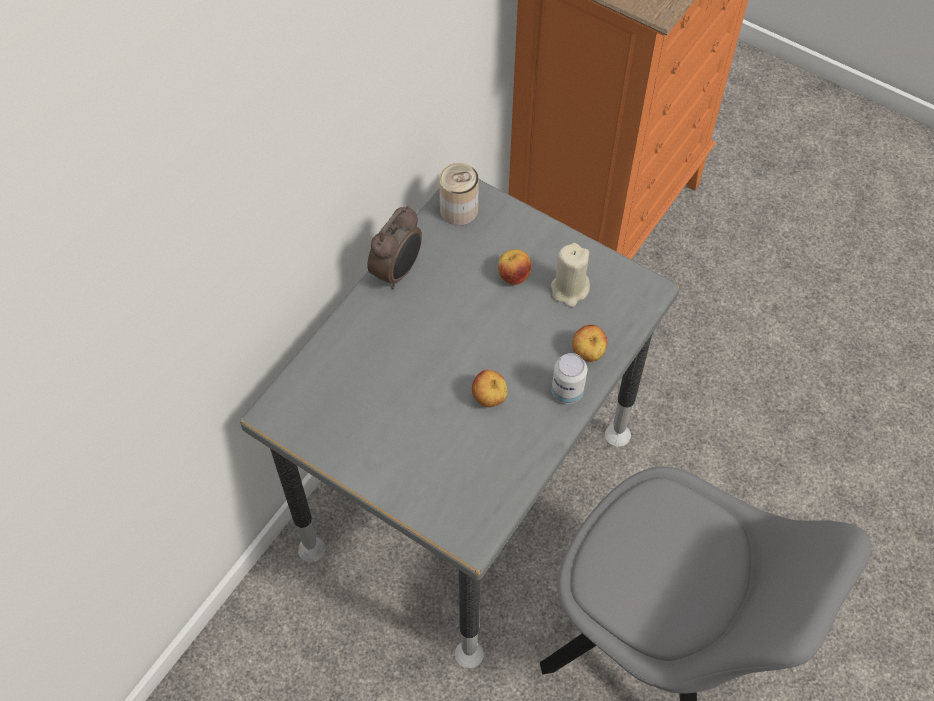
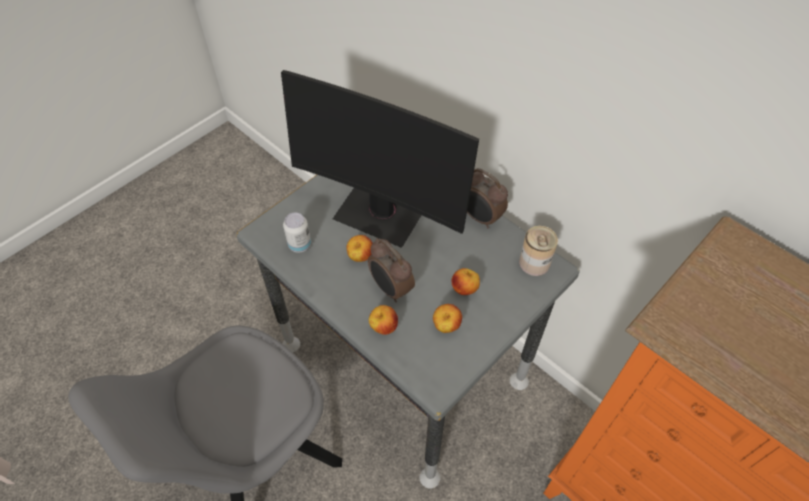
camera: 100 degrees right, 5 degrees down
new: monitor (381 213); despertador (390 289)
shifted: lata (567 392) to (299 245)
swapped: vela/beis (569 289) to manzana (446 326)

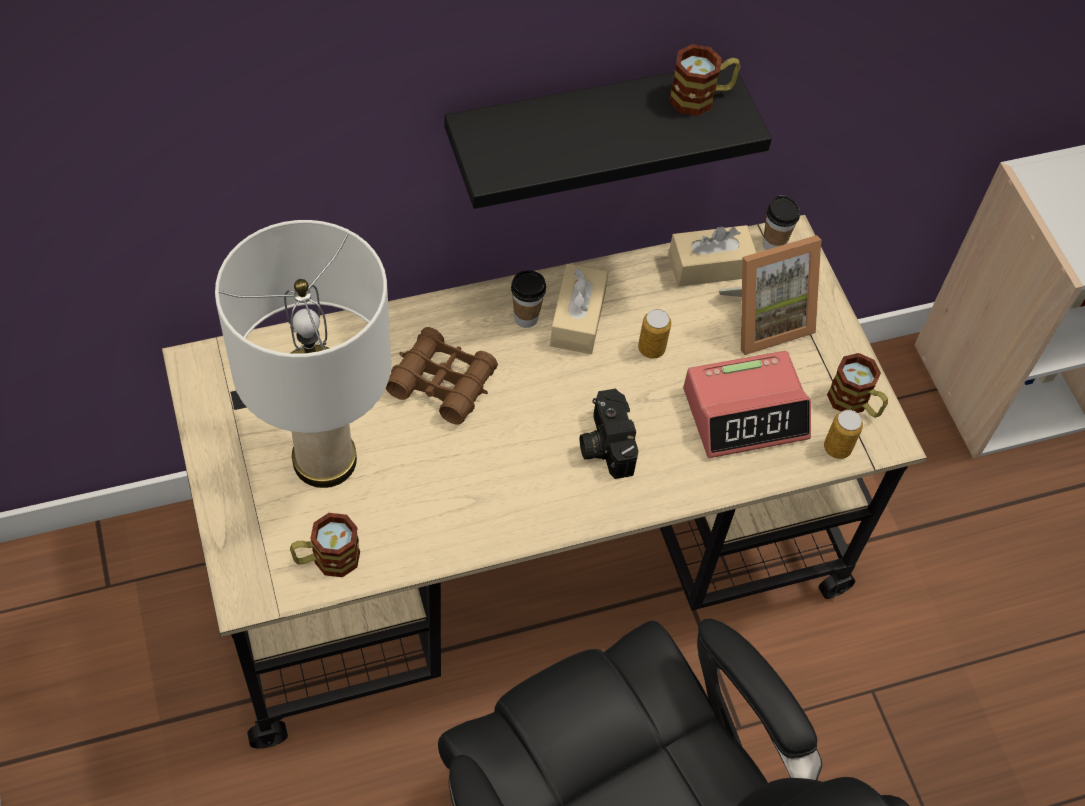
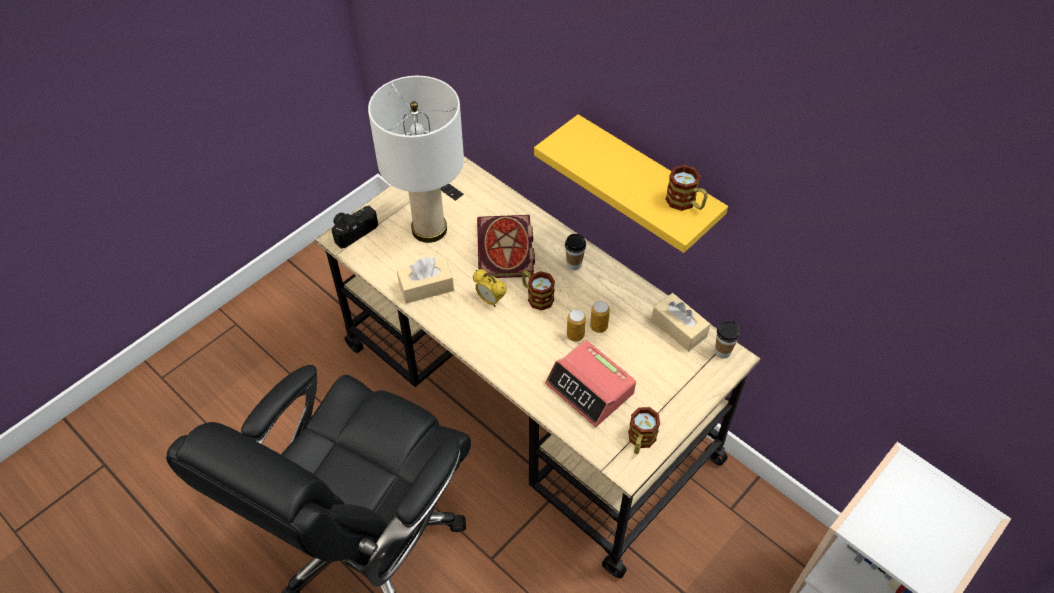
camera: 65 degrees right, 5 degrees down
gone: portarretratos (764 319)
new: despertador (490 300)
shifted: cámara (604 444) to (353 230); caja de pañuelos/beis (577 319) to (426 287); taza grande (326 559) to (536 296); lata (837 448) to (575 335)
swapped: prismáticos/marrón (442 382) to libro (507 250)
repainted: estante/negro (587 126) to estante/amarillo (646 183)

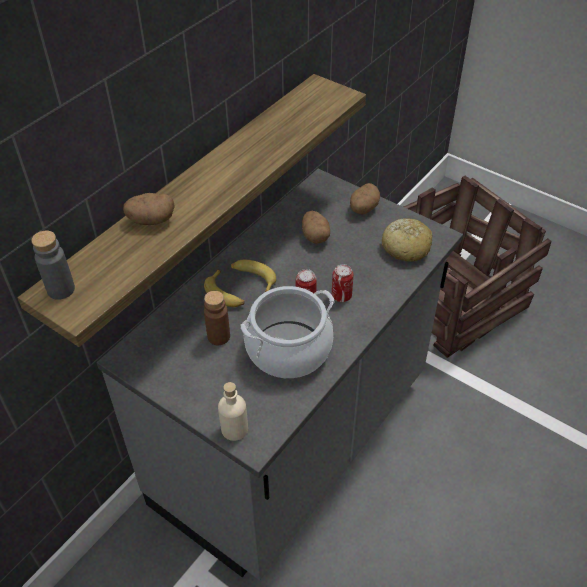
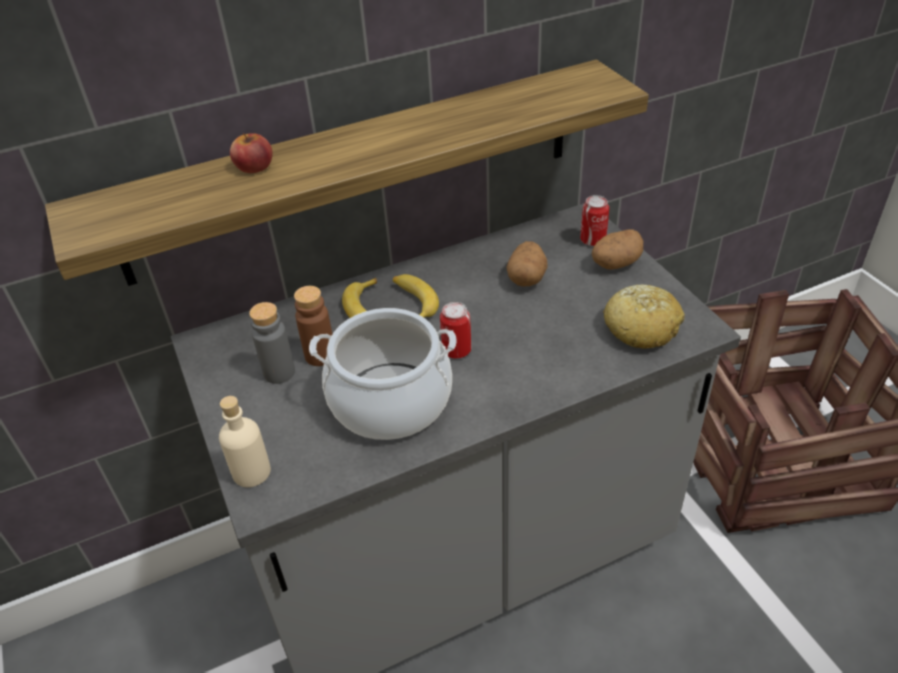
camera: 30 degrees right, 5 degrees down
shifted: botella/gris (61 289) to (279 372); lata (341 296) to (593 240)
swapped: patata (151 220) to manzana (254 166)

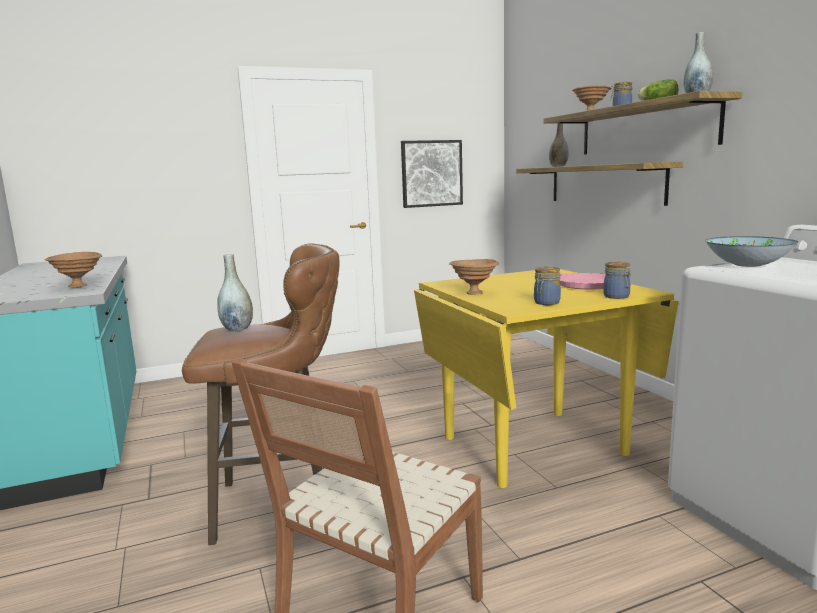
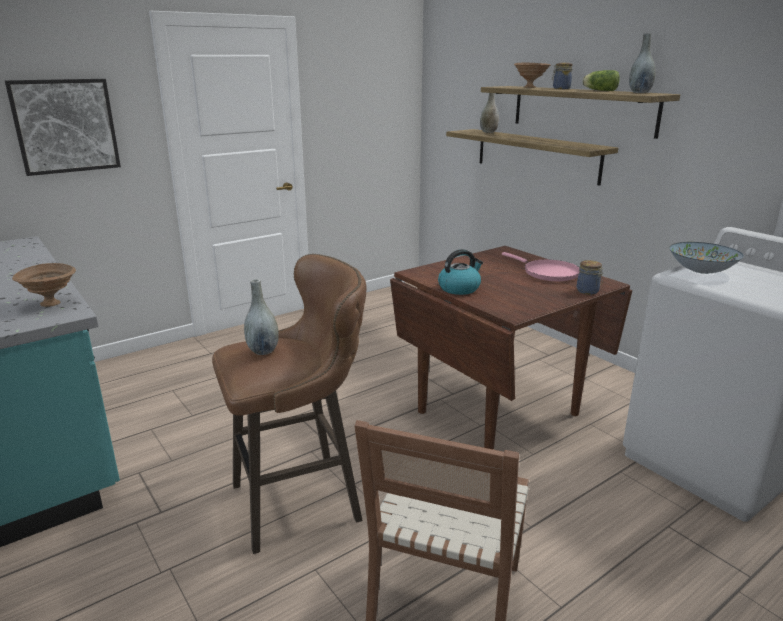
camera: 15 degrees left, 10 degrees up
gone: tarro (546 303)
shifted: cuadro (431 173) to (65 126)
swapped: cuenco/marrón (473 293) to hervidor (459 288)
repainted: mesa de comedor/amarillo (534 446) to mesa de comedor/marrón (499 413)

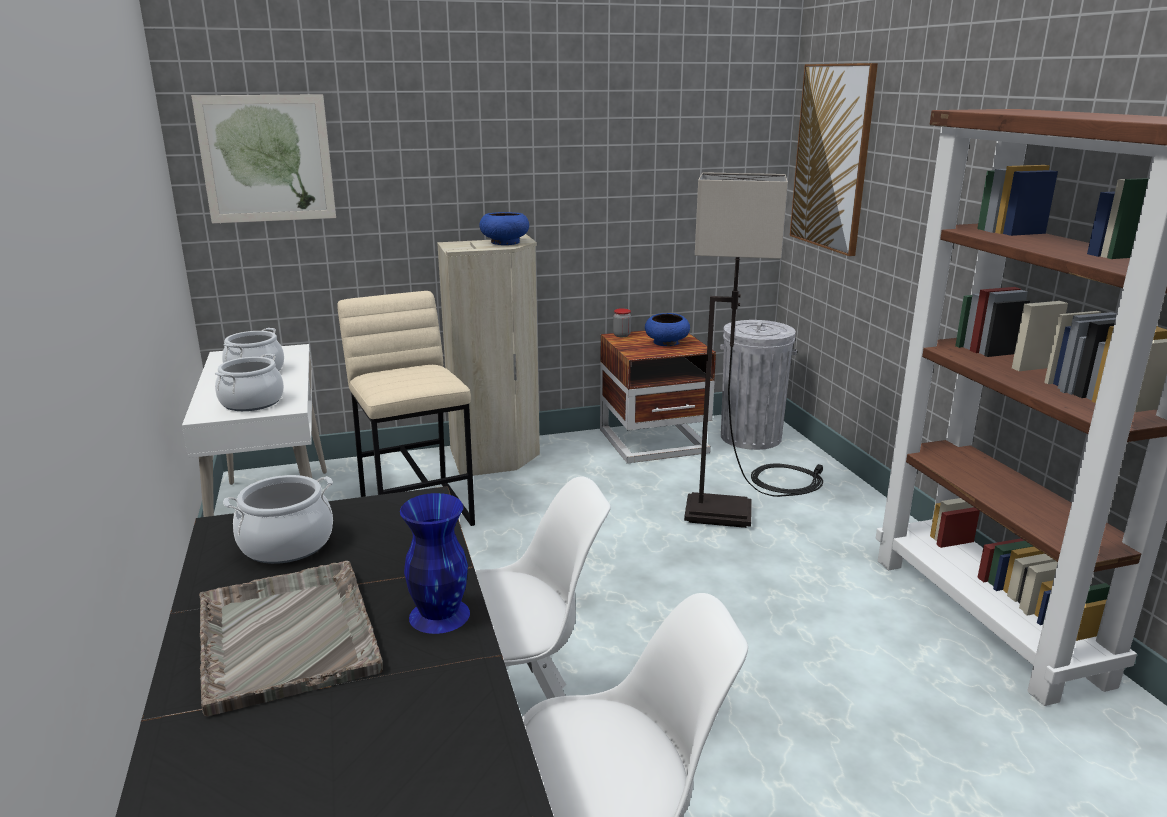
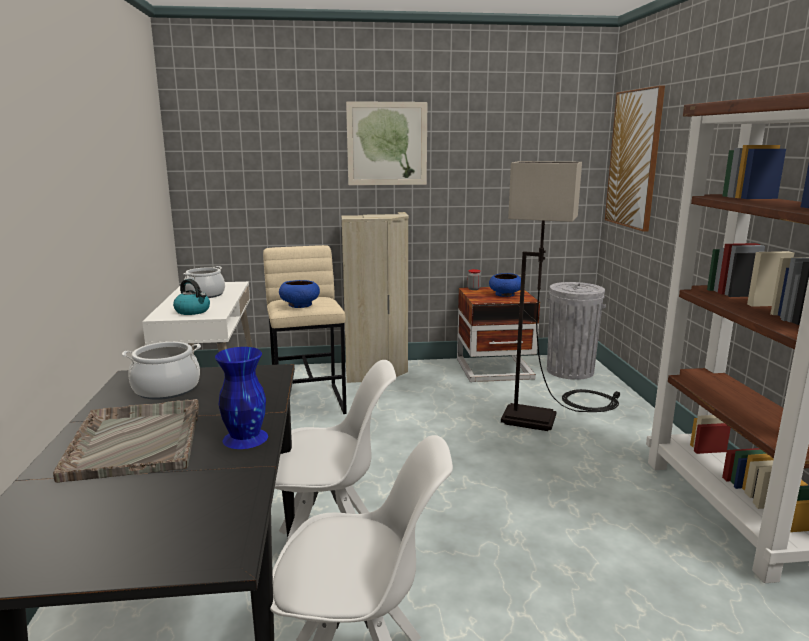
camera: 10 degrees right, 5 degrees down
shifted: cuenco/azul (504 242) to (299 305); cuadro (267 159) to (387 144)
swapped: olla (251 402) to hervidor (193 311)

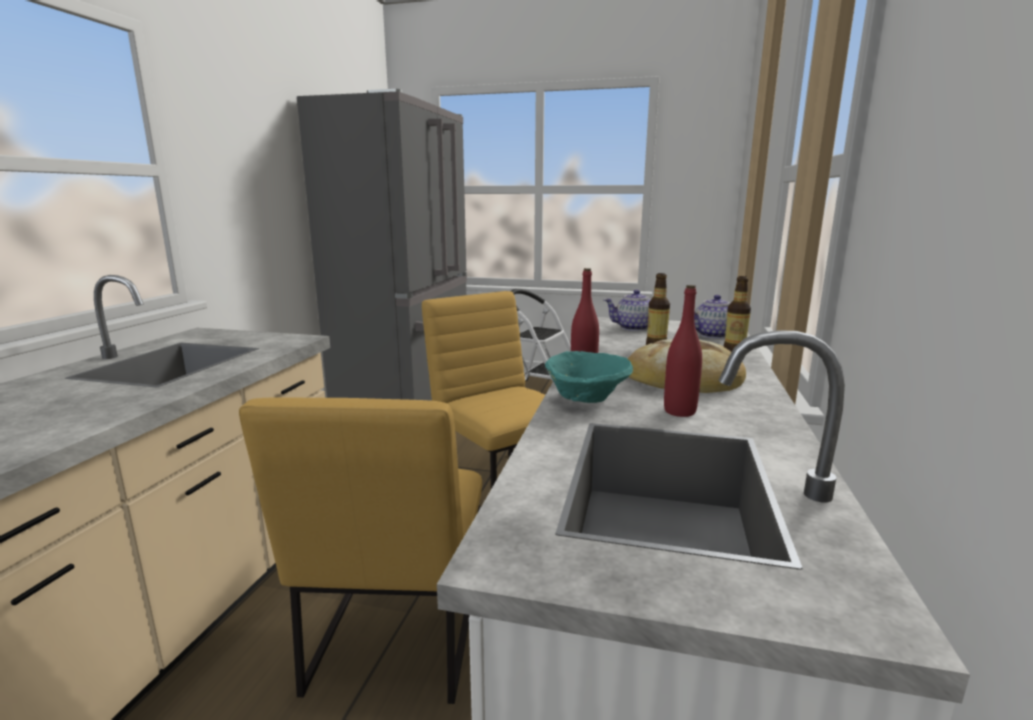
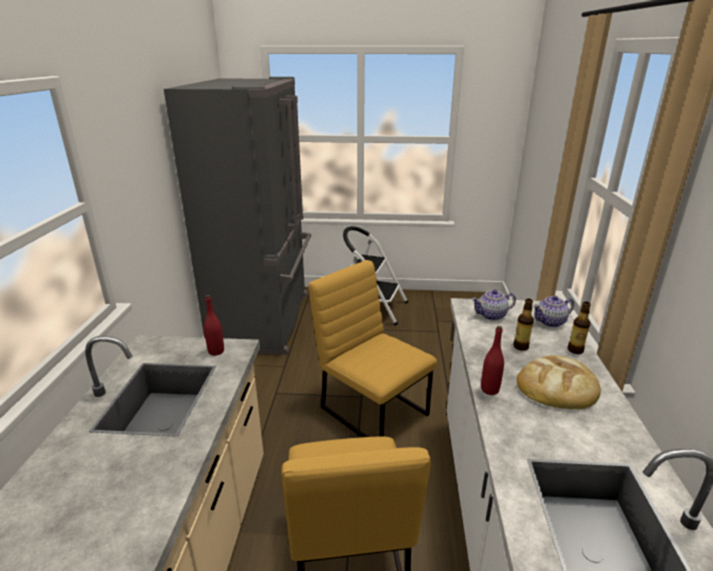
camera: 10 degrees left, 10 degrees up
gone: cuenco/turquesa (587 399)
shifted: botella/rojo (679 411) to (216 351)

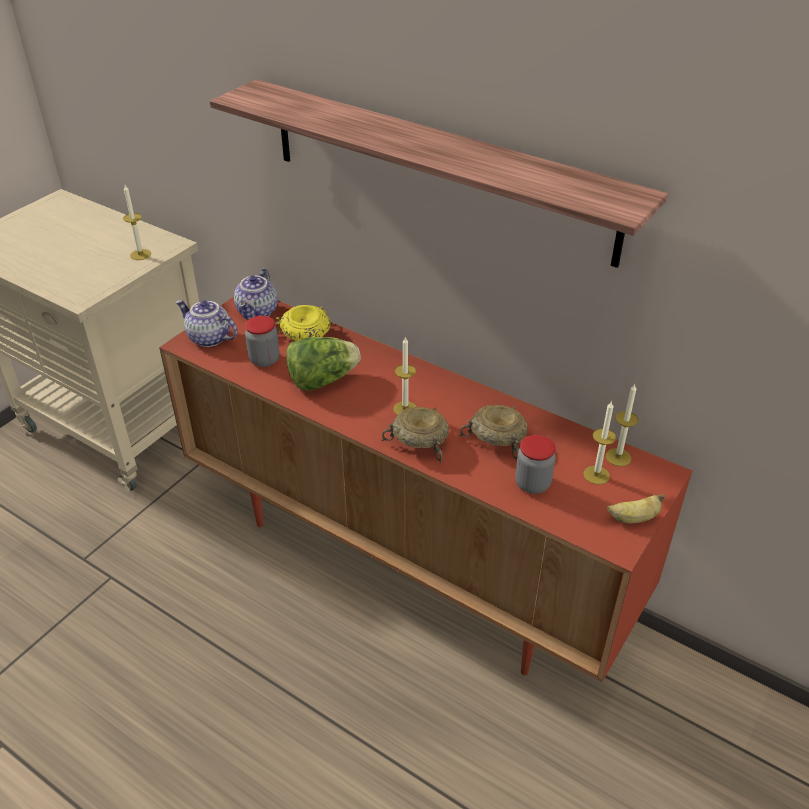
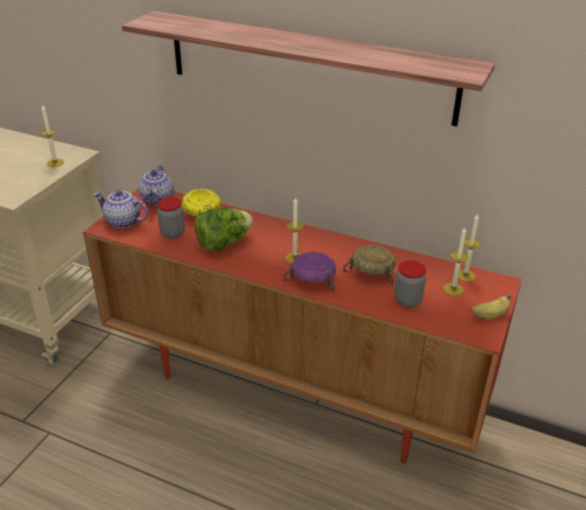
camera: 10 degrees left, 5 degrees down
repainted: cuenco/beis (420 443) to cuenco/morado (313 281)

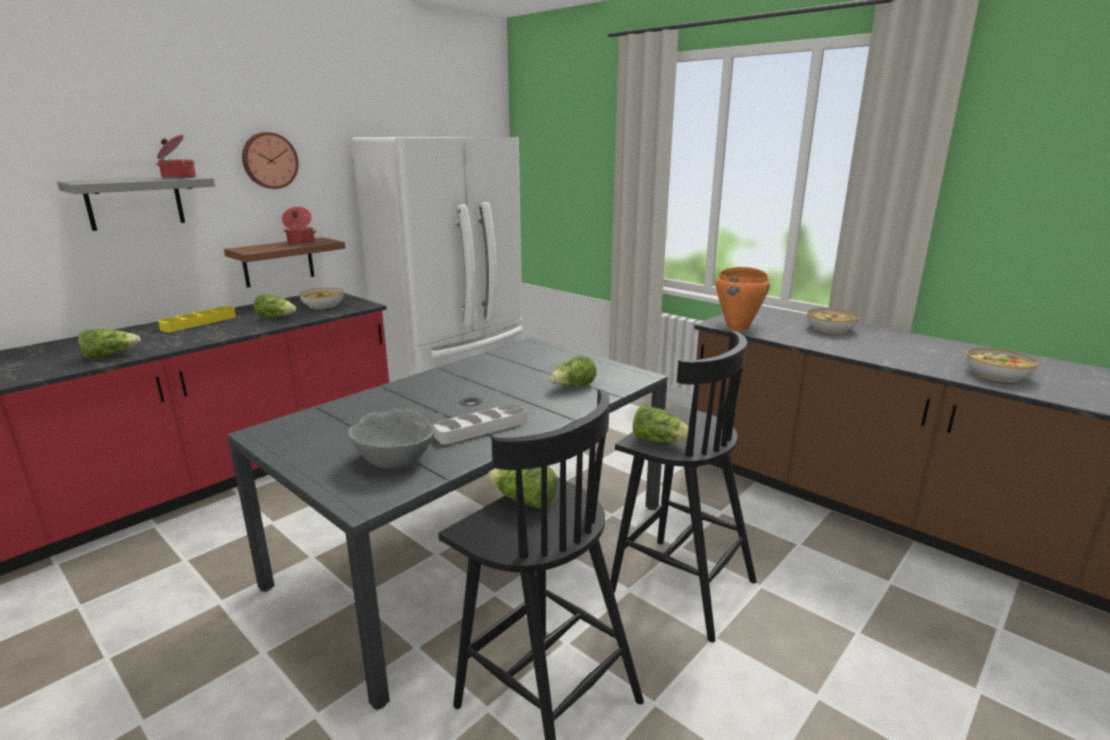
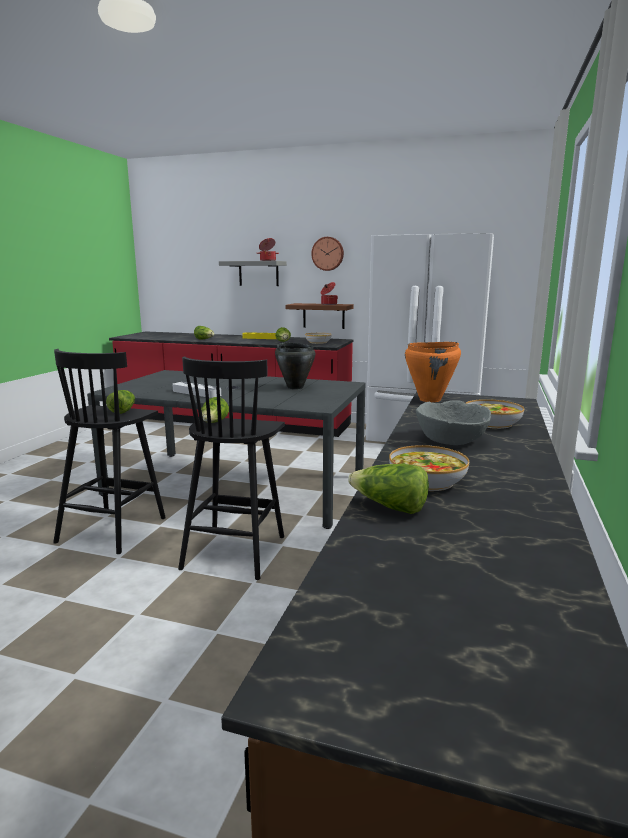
camera: 65 degrees right, 5 degrees down
new: olla/negro (295 387)
shifted: lechuga (573 386) to (390 507); cuenco/gris (395 457) to (451 439)

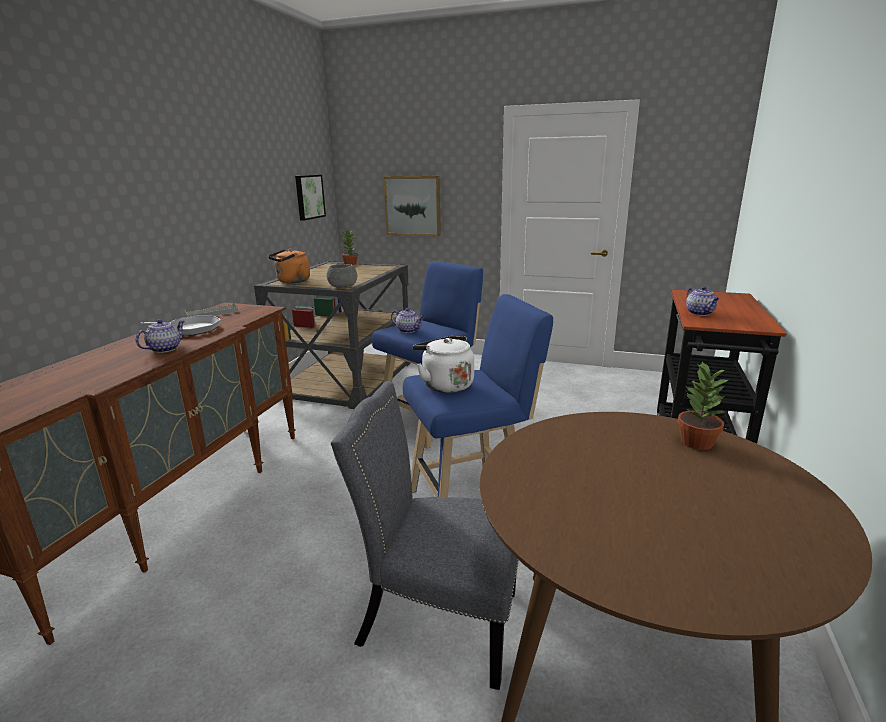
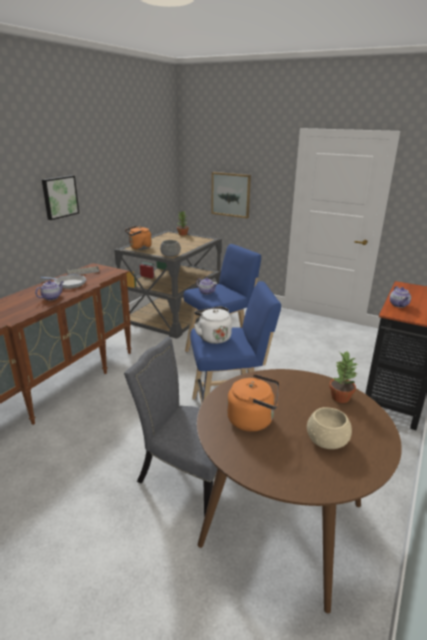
camera: 10 degrees right, 5 degrees up
new: hervidor/naranja (253 420); cuenco/beis (327 440)
shifted: cuadro (308 197) to (59 197)

